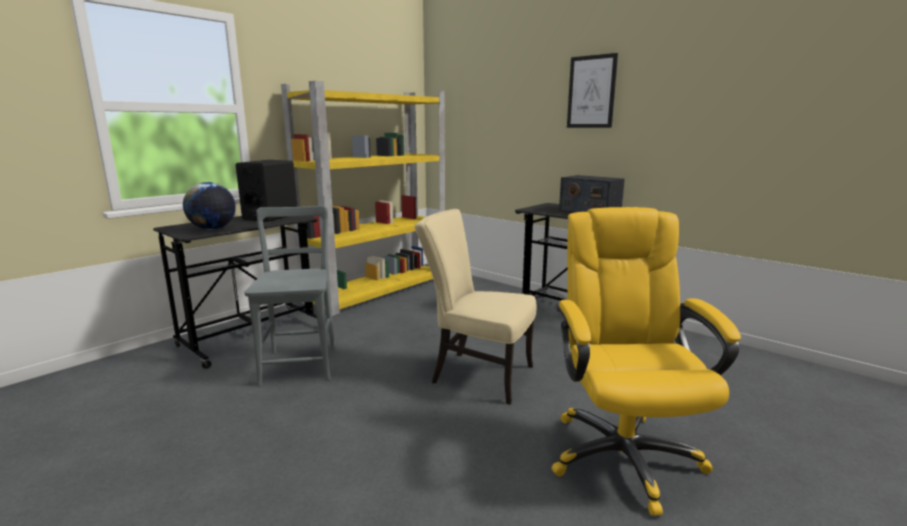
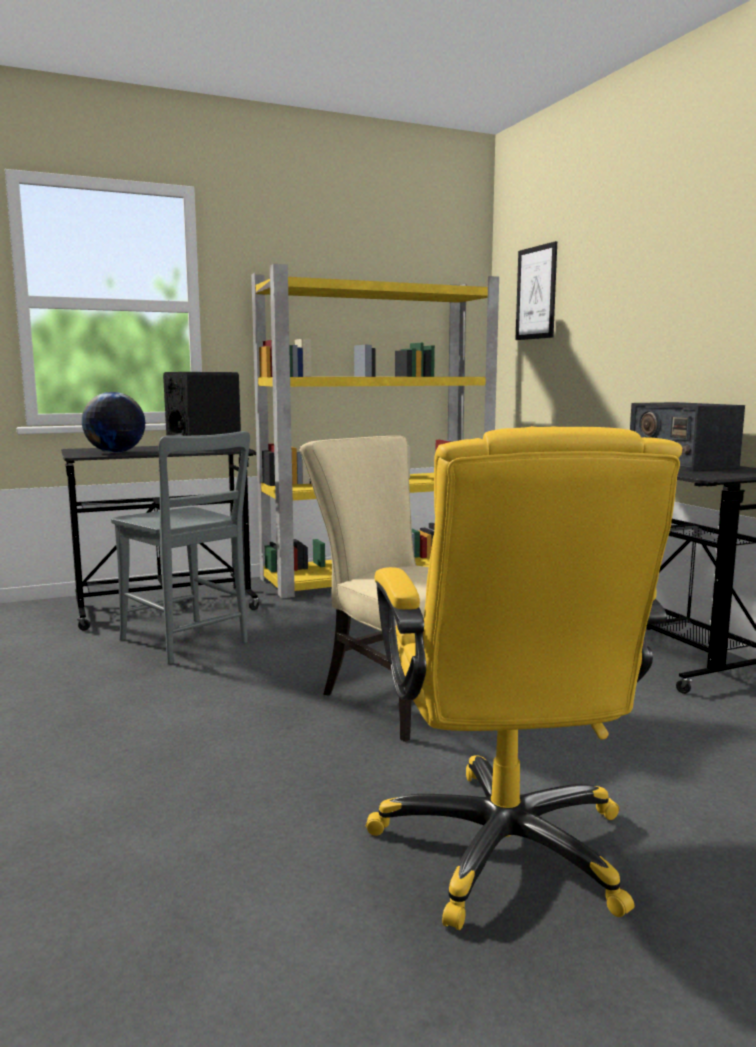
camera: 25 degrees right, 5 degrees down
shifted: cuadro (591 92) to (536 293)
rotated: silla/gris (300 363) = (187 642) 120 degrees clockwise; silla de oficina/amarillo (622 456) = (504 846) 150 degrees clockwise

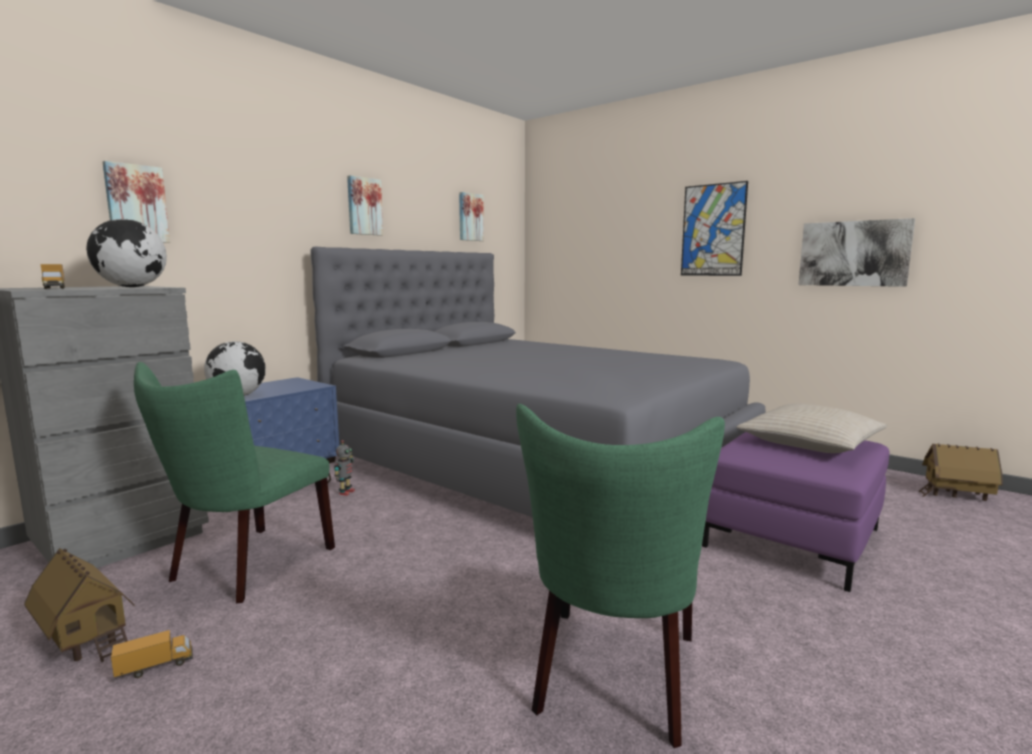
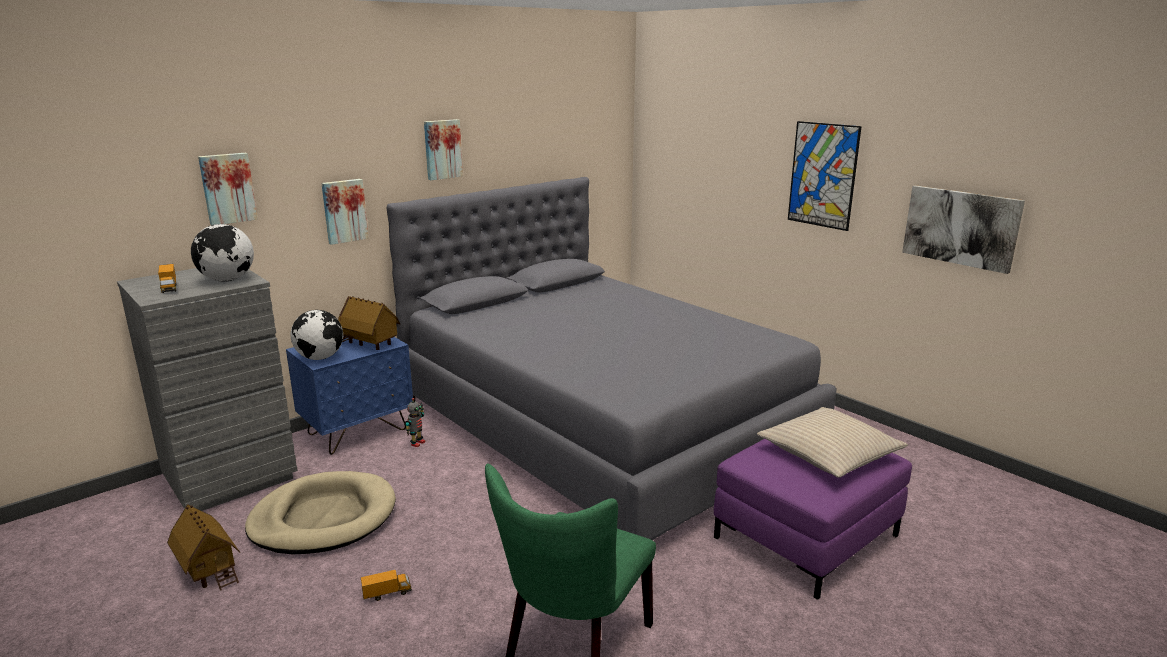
camera: 10 degrees right, 10 degrees up
shifted: cuadro (470 217) to (344 211); casita (956 496) to (370 344); camión de juguete (155 667) to (387 594)
swapped: silla/verde (245 567) to cama para perro/beis (323 518)

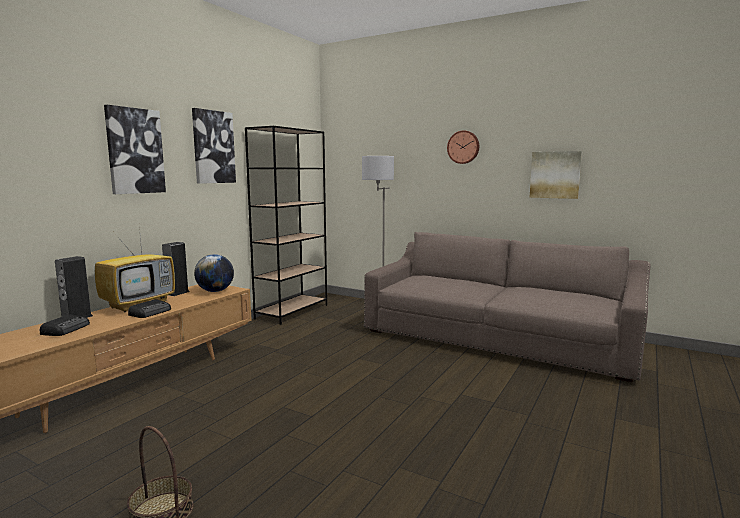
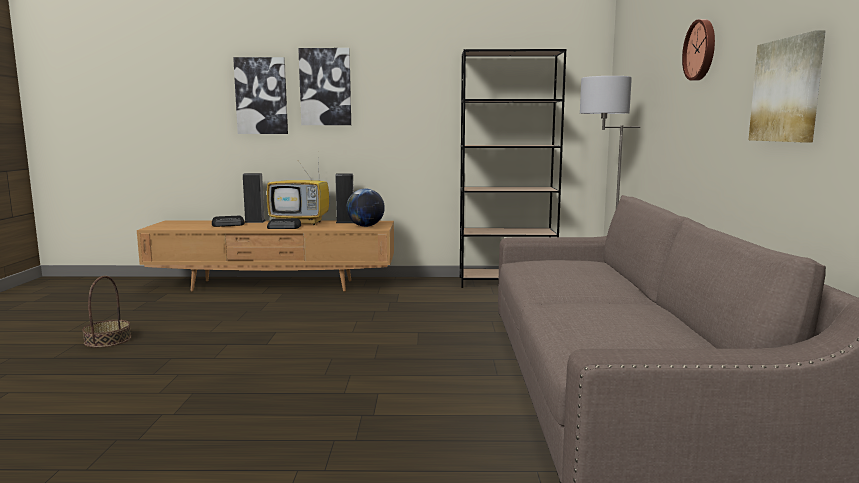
camera: 60 degrees right, 0 degrees up
shifted: cuadro (213 147) to (261 96)

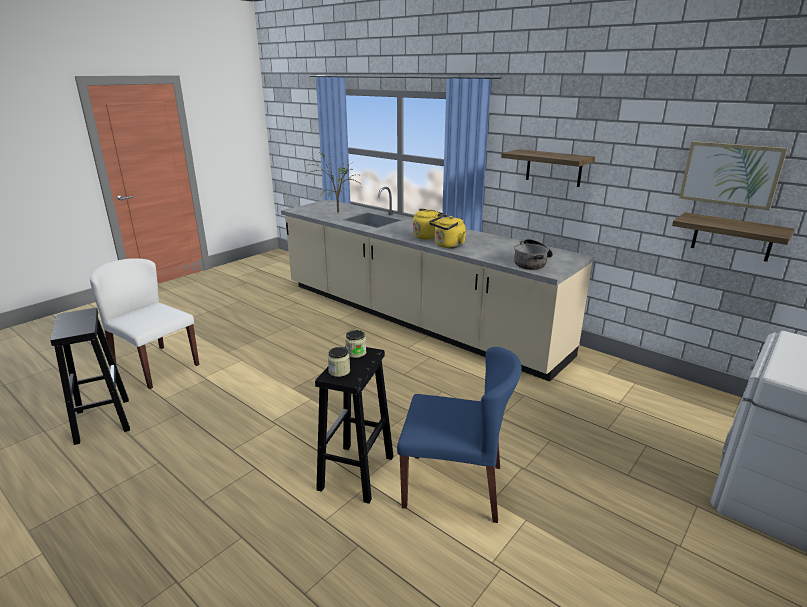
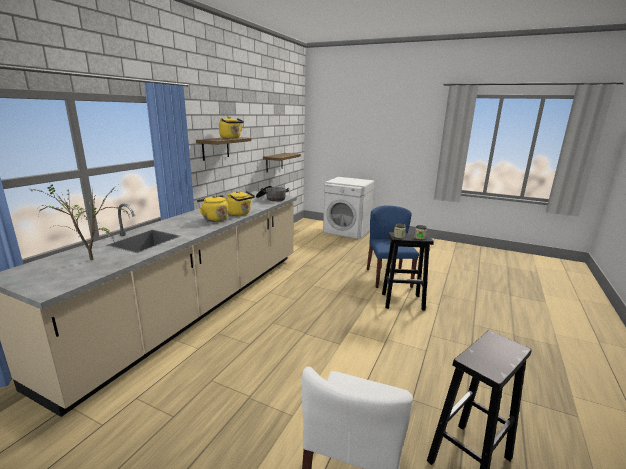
camera: 105 degrees left, 5 degrees down
gone: cuadro (730 174)
new: hervidor/amarillo (231 138)

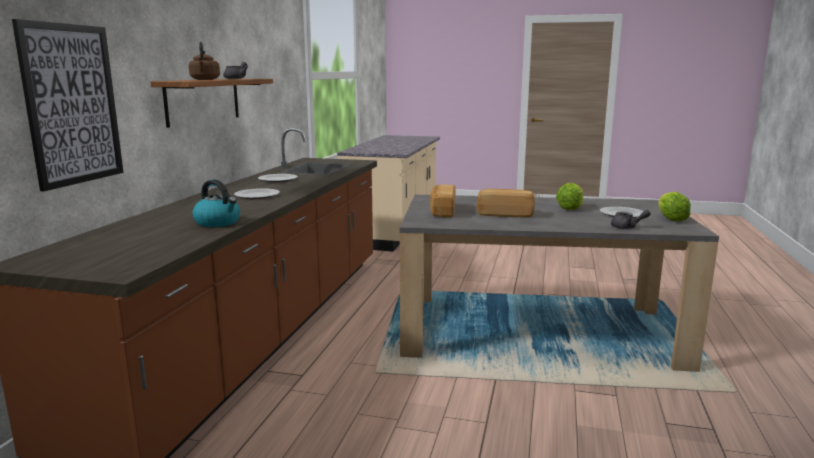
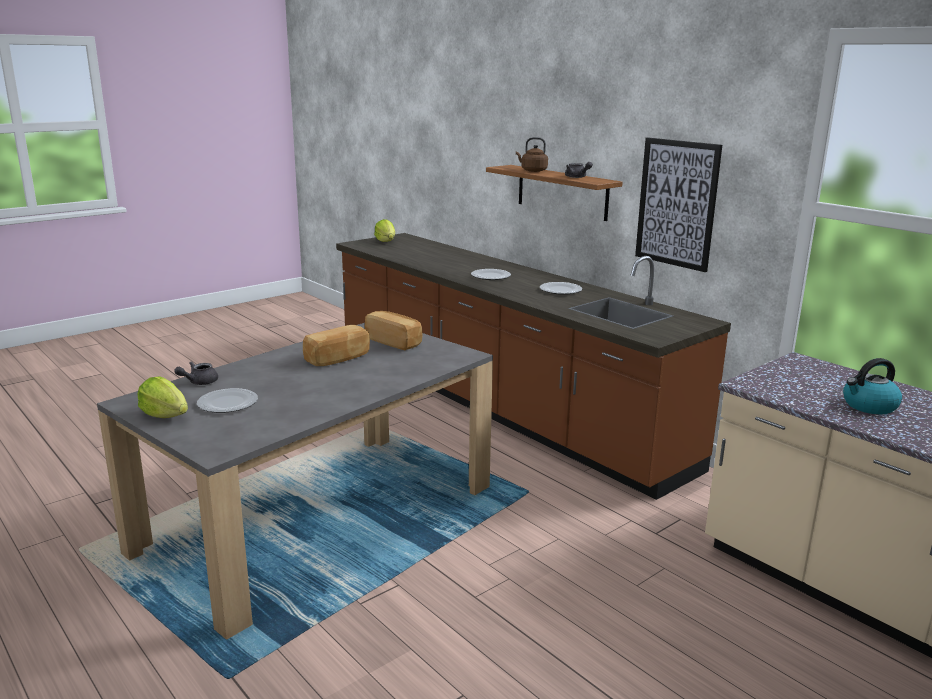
camera: 125 degrees right, 5 degrees up
shifted: lechuga (570 208) to (386 241); cuadro (72 105) to (677 203); hervidor (218 222) to (869 406)

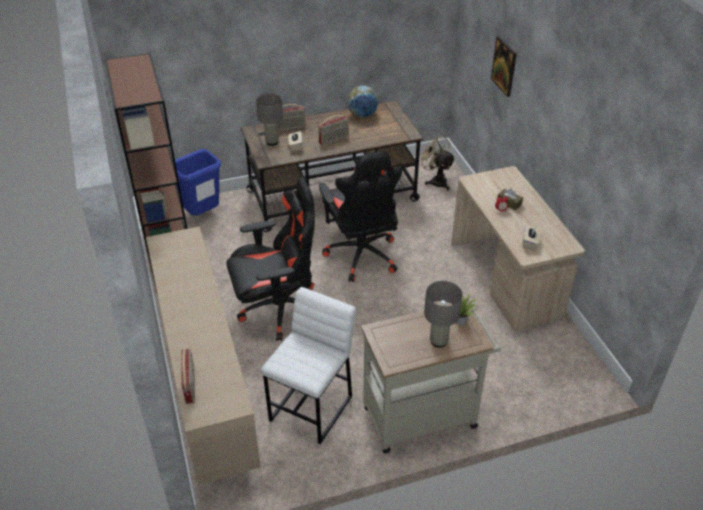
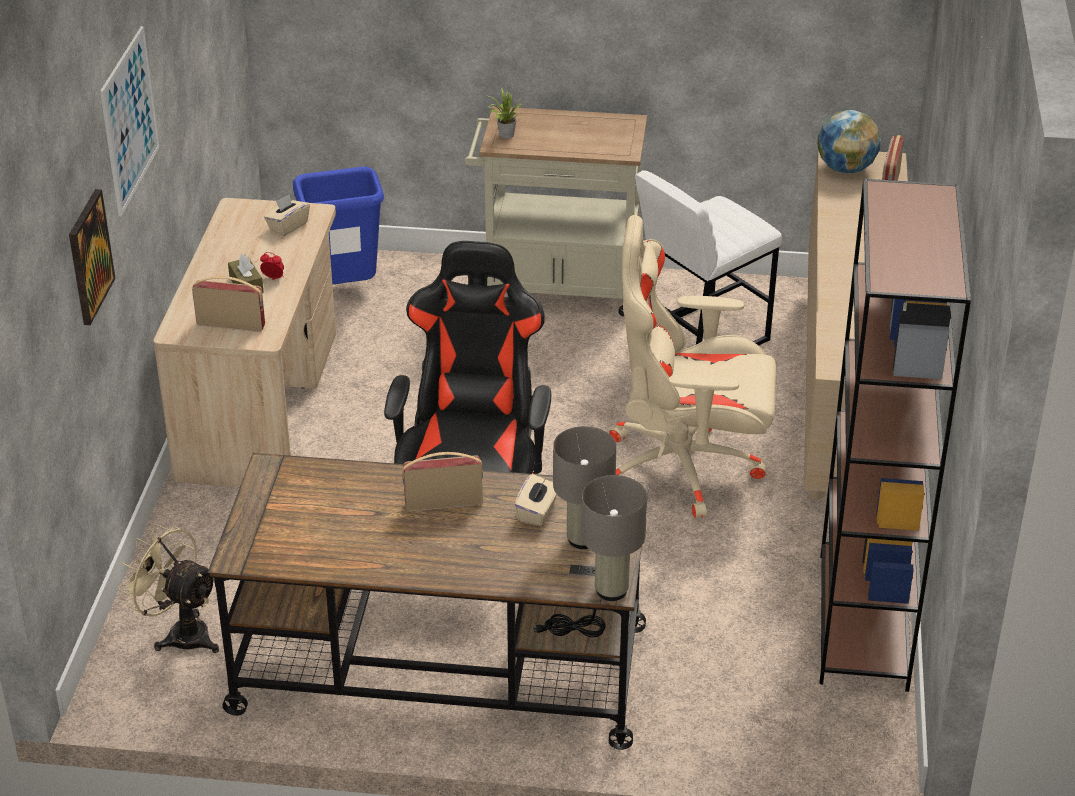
camera: 155 degrees left, 5 degrees down
new: cuadro (129 120)
shifted: radio (290 128) to (231 324); papelera/azul (202 215) to (346 290); lámpara de mesa/gris (438 341) to (611 591); globo terráqueo (362 115) to (845 169)
repainted: silla de oficina/negro (276 311) to silla de oficina/beis (691 471)
rotated: ventilador/beis (435 181) = (180 633) 135 degrees clockwise

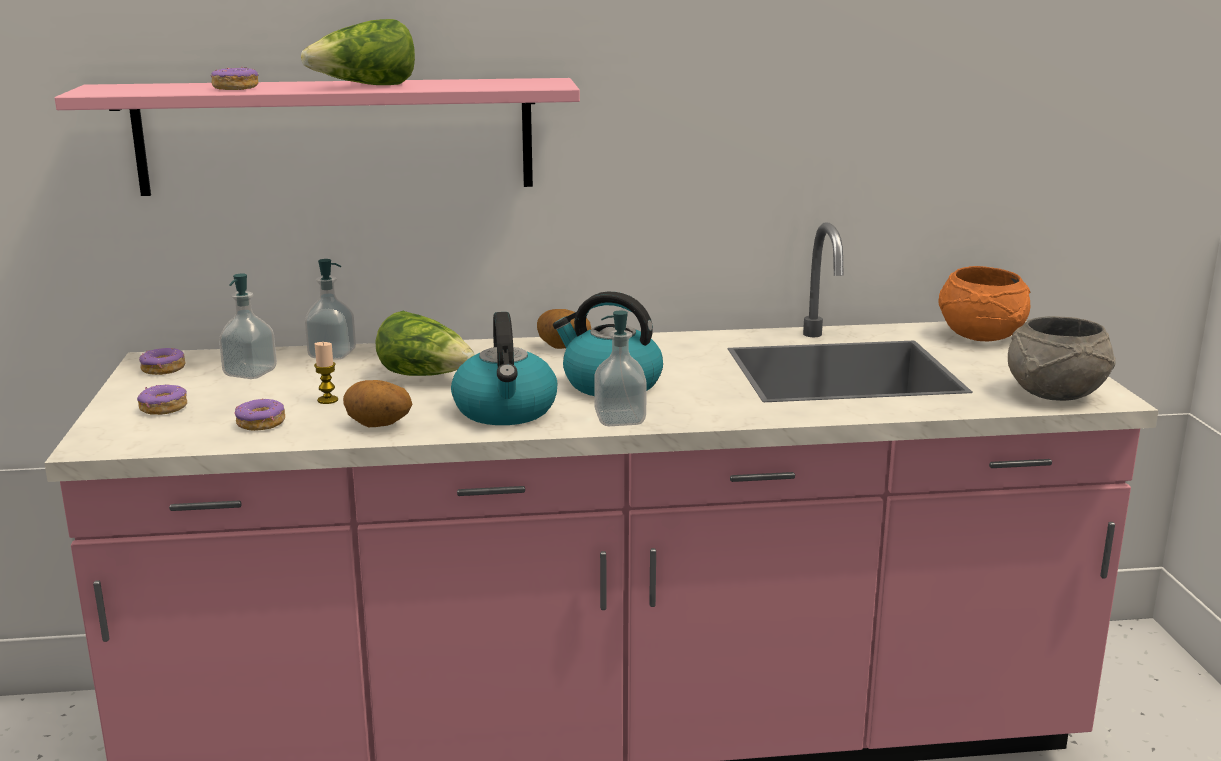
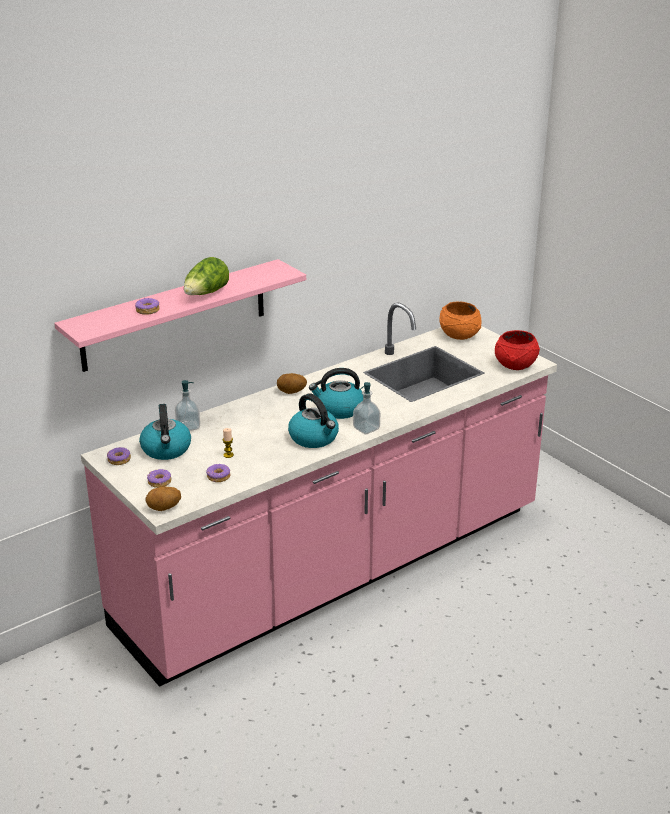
camera: 30 degrees left, 10 degrees up
gone: lechuga (426 376)
shifted: patata (378 426) to (164 508)
swapped: dispensador de jabón (250 373) to hervidor (166 449)
repainted: cuenco/gris (1054 394) to cuenco/rojo (515 366)

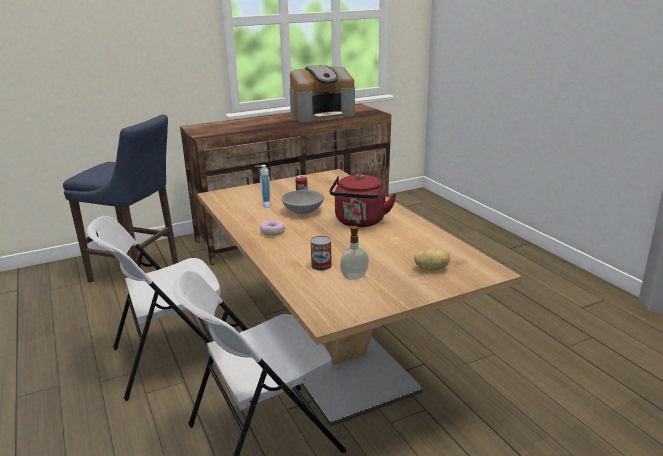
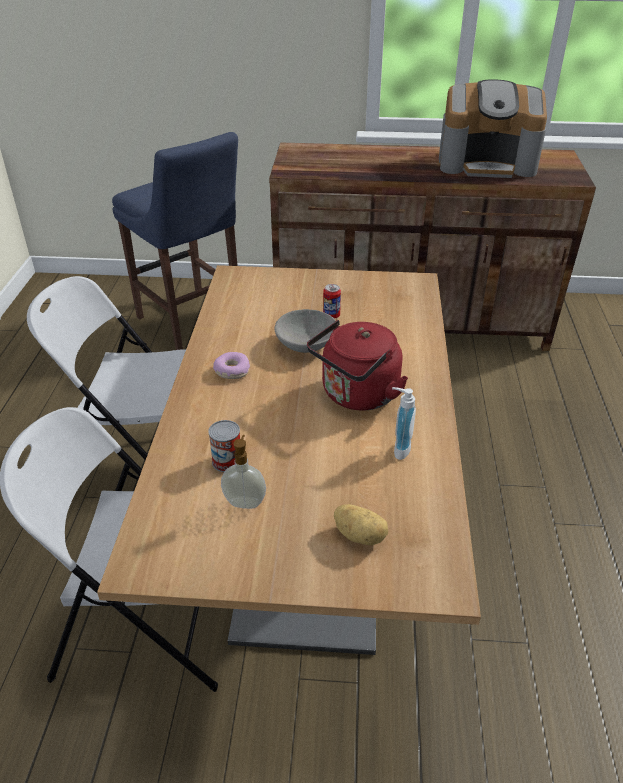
camera: 30 degrees right, 15 degrees up
shifted: dispensador de jabón (264 205) to (398 449)

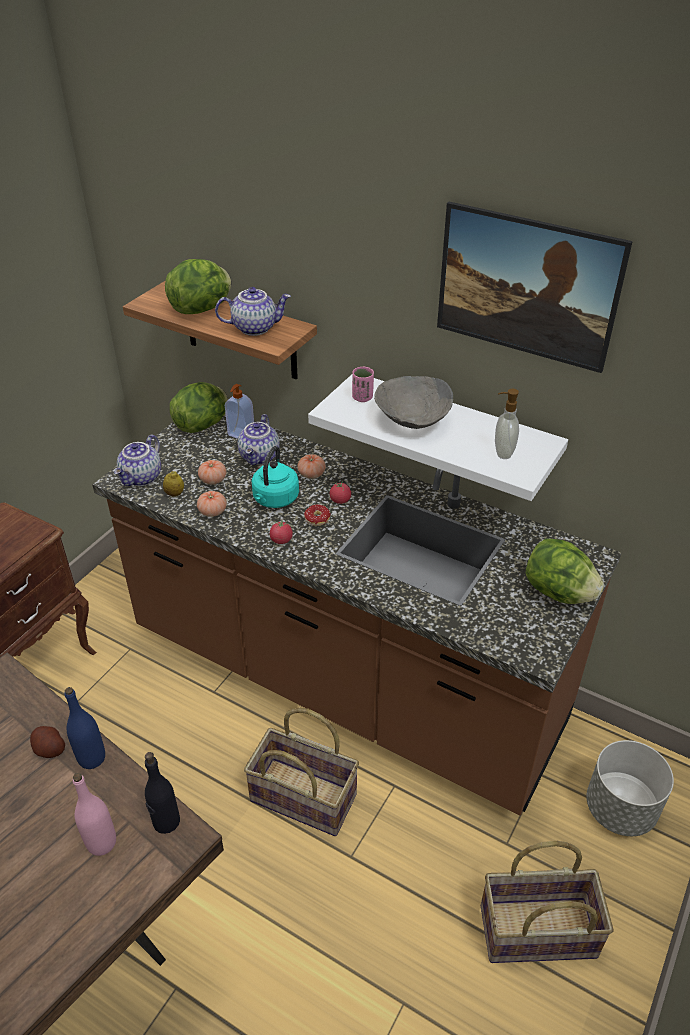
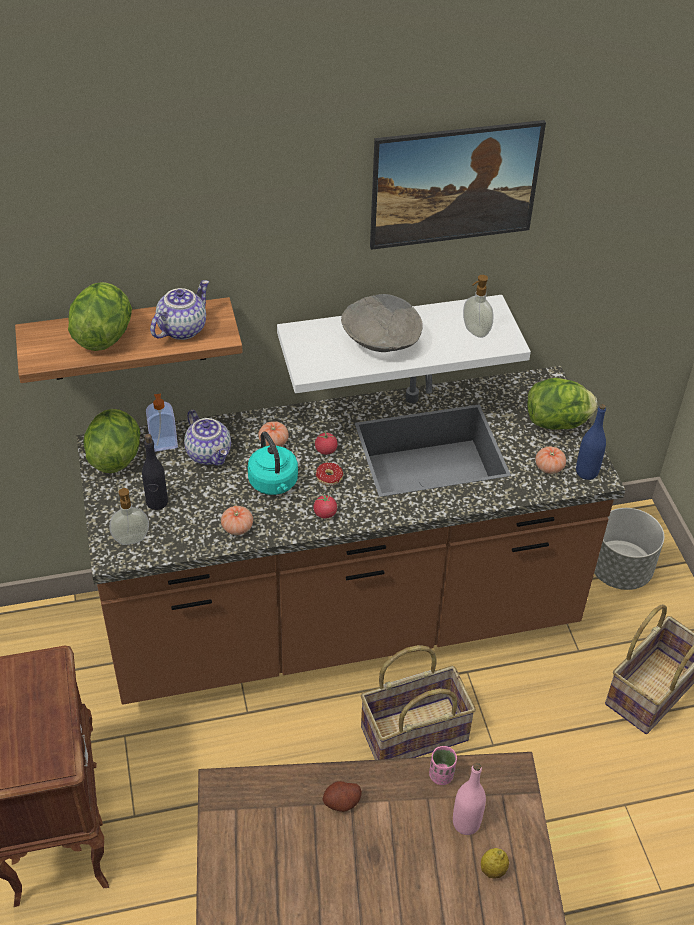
camera: 45 degrees left, 5 degrees up
shifted: botella/negro (166 821) to (157 502); taza/rosa (362 398) to (441 775); limón (174 494) to (493 870); tomate (213 480) to (549 467); botella/azul (92 758) to (586 472)
swapped: tetera (142 478) to dispensador de jabón (131 540)

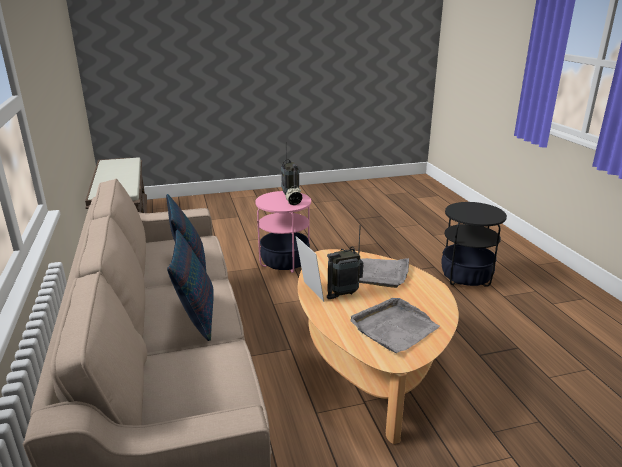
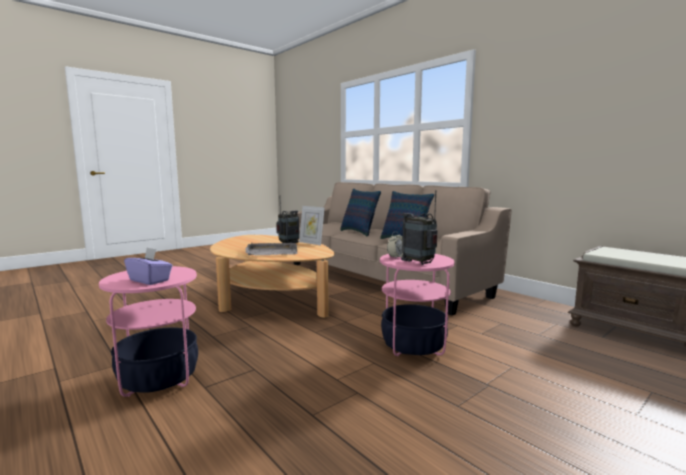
camera: 155 degrees right, 15 degrees down
gone: bandeja/gris (393 328)
new: caja de pañuelos/morado (150 280)
repainted: mesa auxiliar/negro (466 278) to mesa auxiliar/rosa (158 379)

